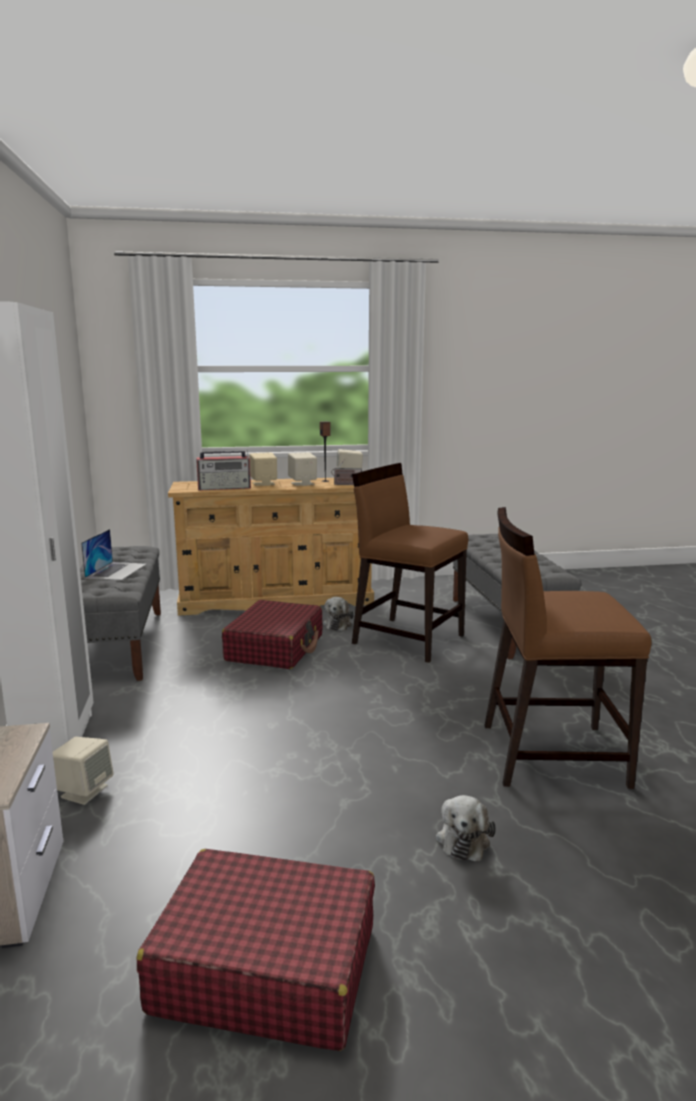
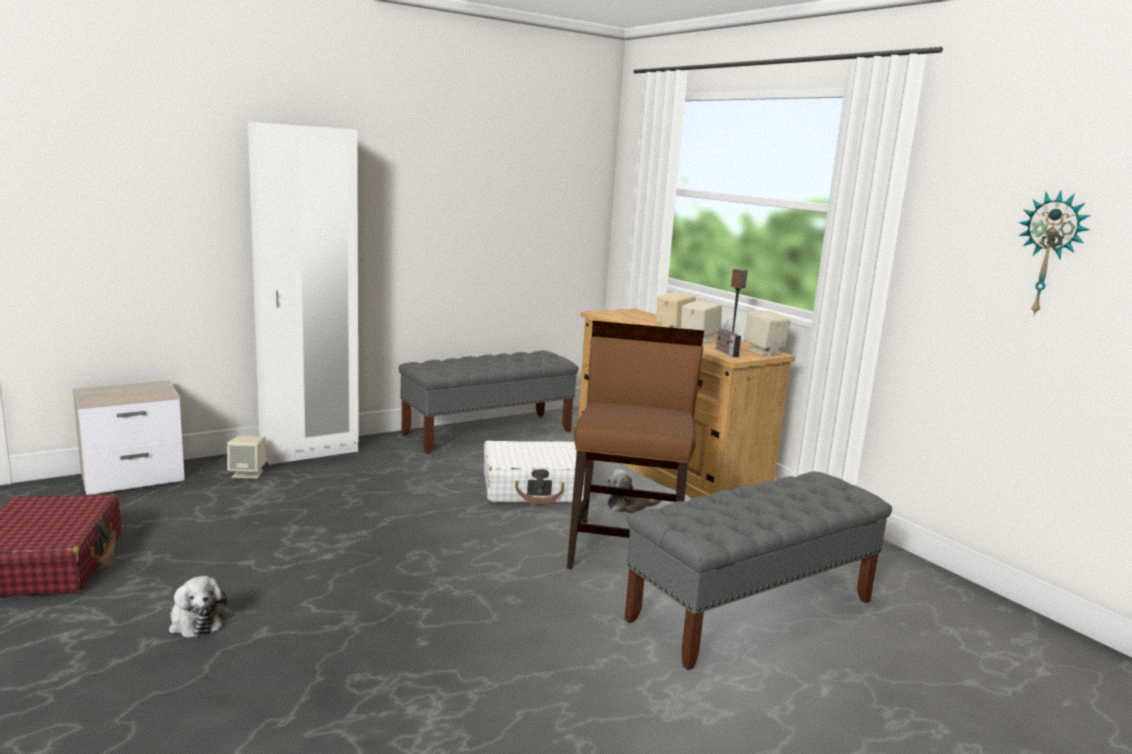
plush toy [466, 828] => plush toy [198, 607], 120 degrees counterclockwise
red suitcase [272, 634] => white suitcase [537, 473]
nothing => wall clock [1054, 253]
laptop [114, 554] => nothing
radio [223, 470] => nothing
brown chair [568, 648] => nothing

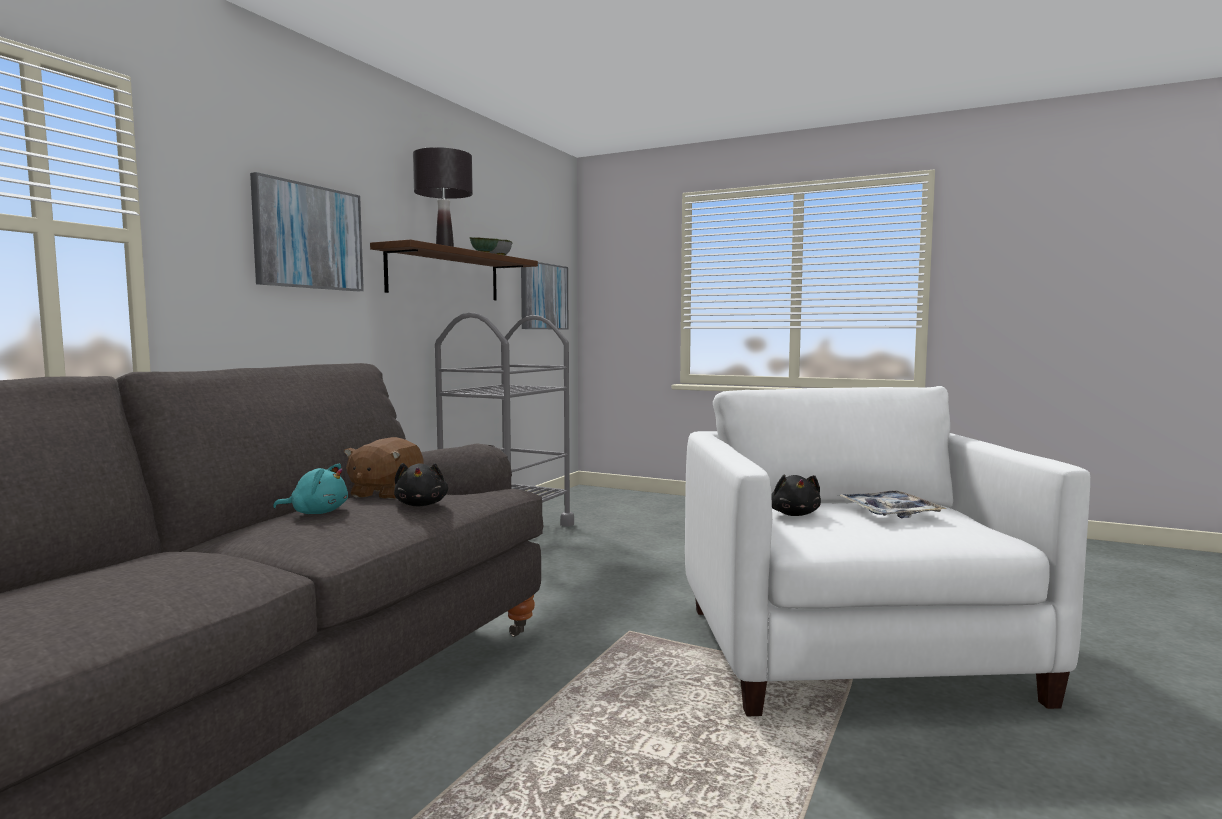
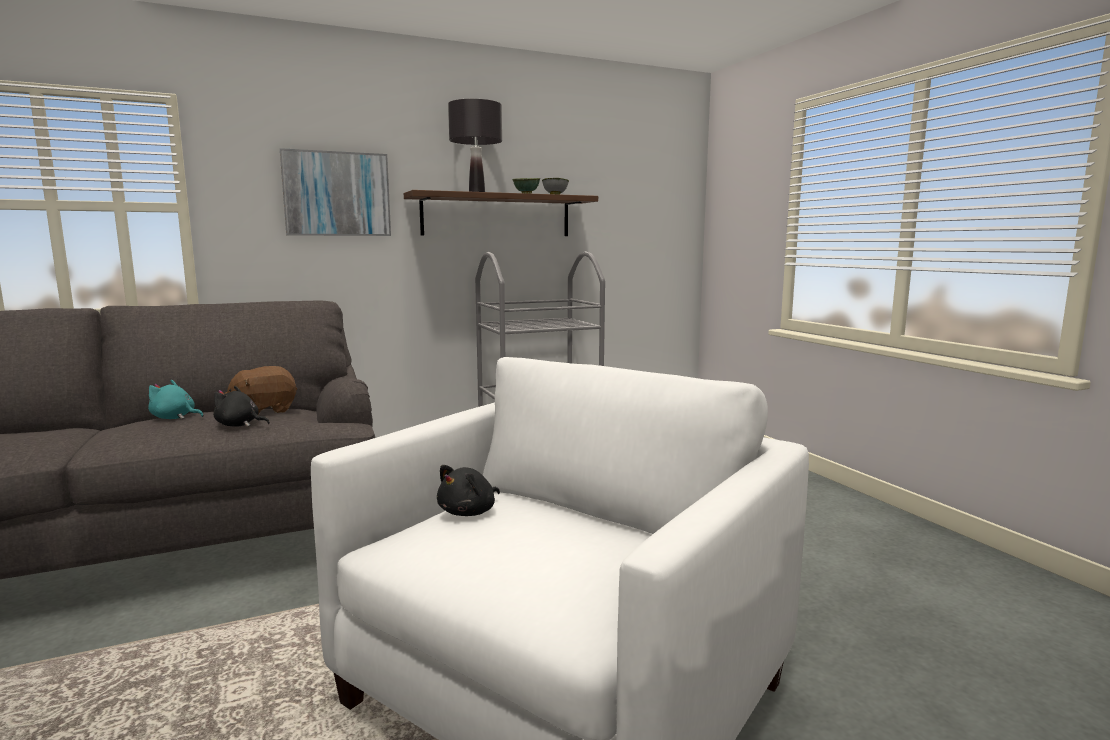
turquoise plush toy [310, 489] => turquoise plush toy [176, 399], 150 degrees clockwise
black plush toy [421, 484] => black plush toy [241, 406], 75 degrees clockwise
picture [544, 296] => nothing
tray [893, 504] => nothing

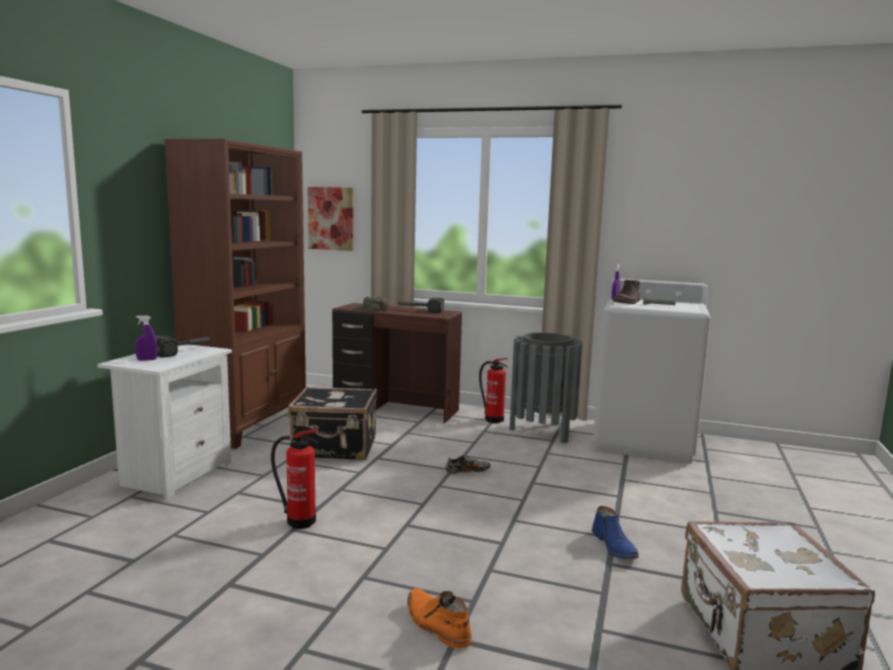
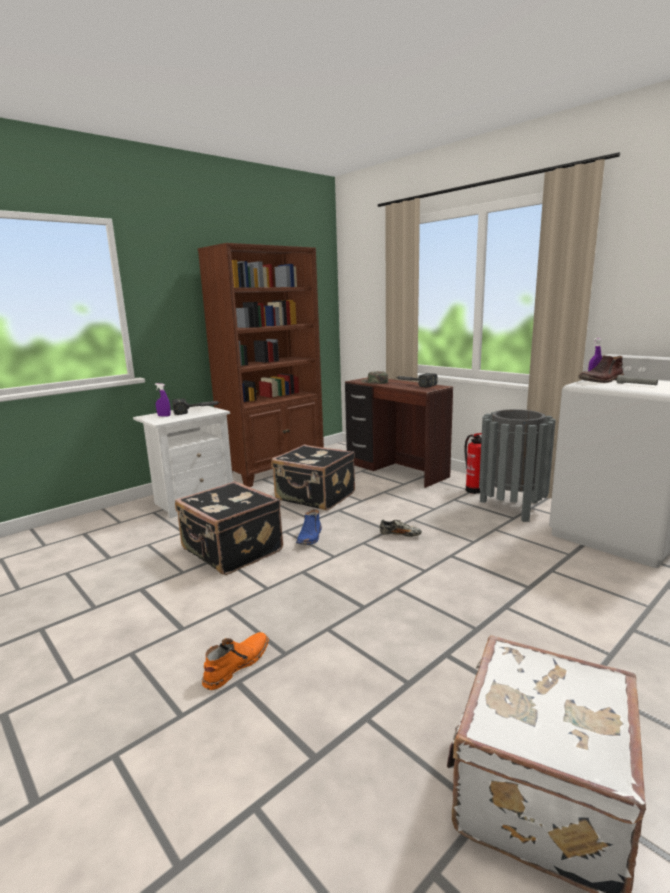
fire extinguisher [294, 479] => black suitcase [229, 528]
orange boot [439, 618] => orange boot [235, 661], 45 degrees clockwise
blue boot [615, 532] => blue boot [309, 527], shifted
picture [331, 219] => nothing

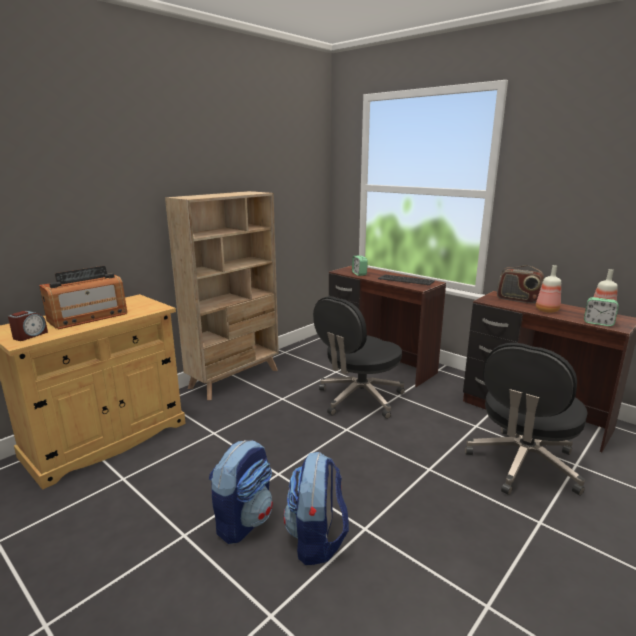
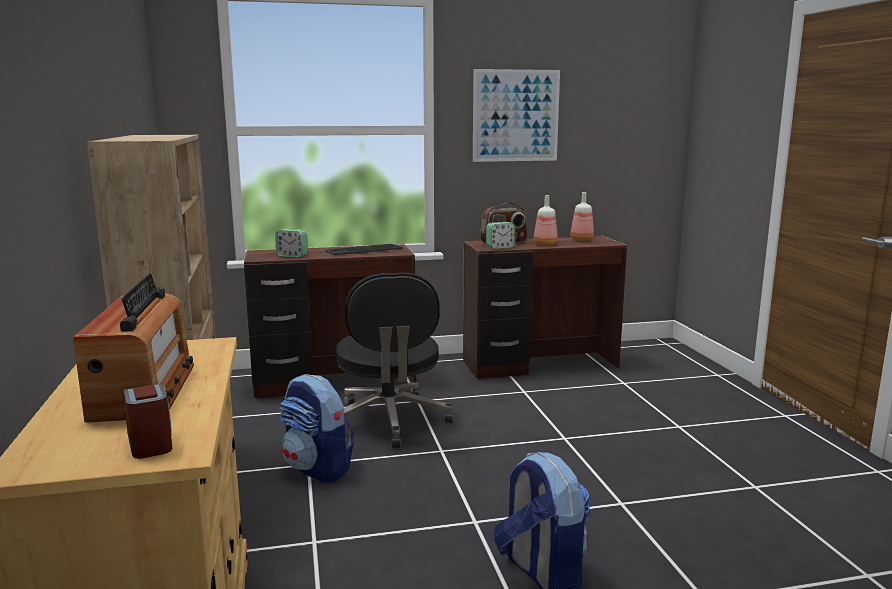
backpack [316, 508] => backpack [316, 428], shifted
nothing => picture [516, 115]
alarm clock [601, 311] => alarm clock [501, 235], shifted
black office chair [526, 419] => nothing

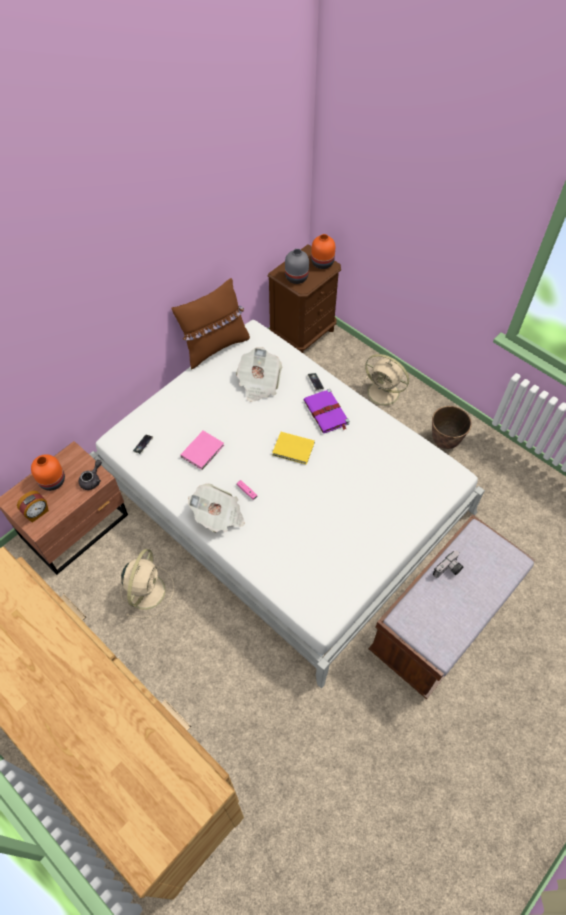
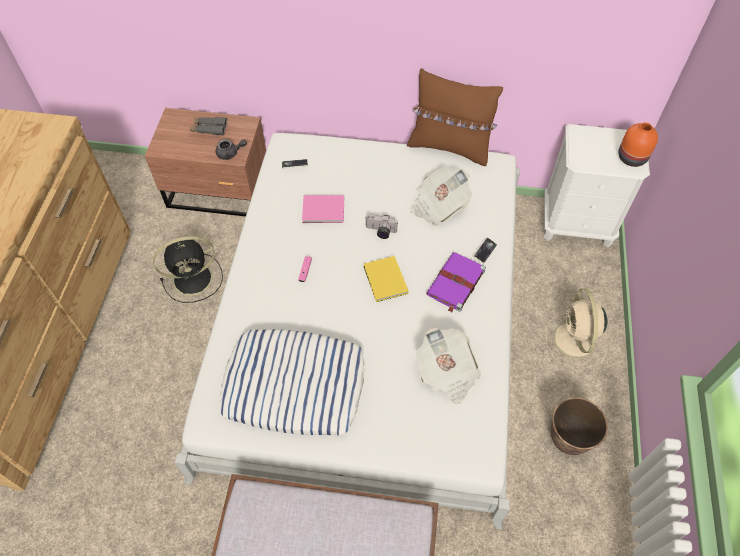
beige fan [147, 583] => black fan [188, 269]
orange vase [48, 472] => grey binoculars [208, 126]
nothing => pillow [292, 382]
photo camera [448, 564] => photo camera [381, 226], shifted
newspaper [216, 508] => newspaper [448, 365], shifted
brown nightstand [304, 298] => white nightstand [597, 186]
alarm clock [33, 507] => nothing
grey vase [297, 266] => nothing

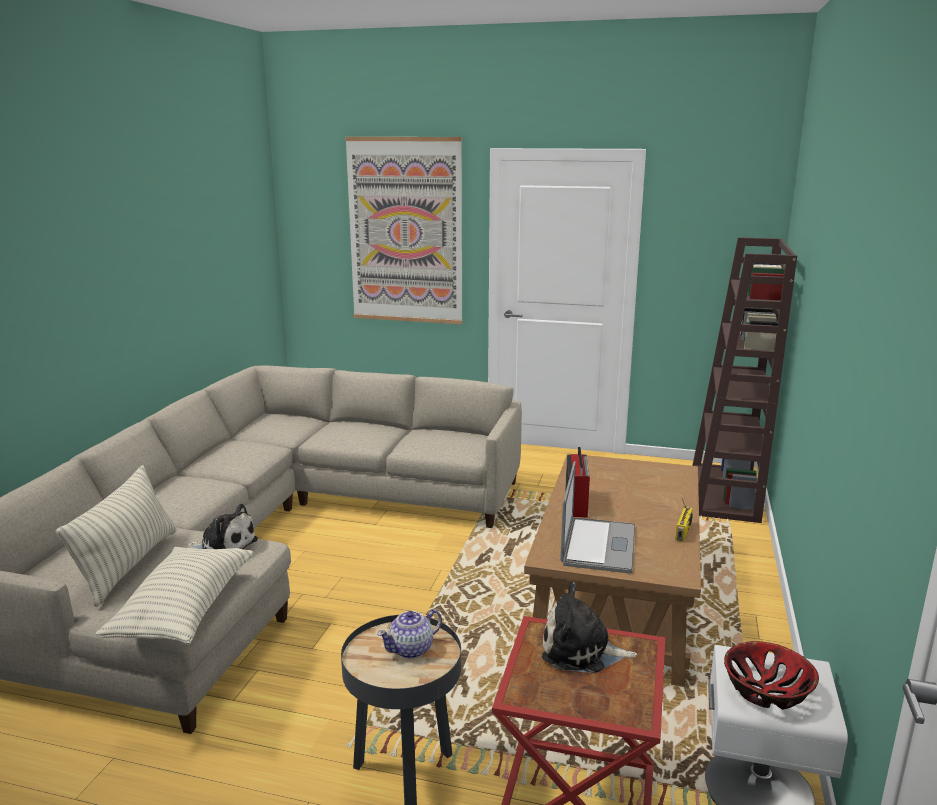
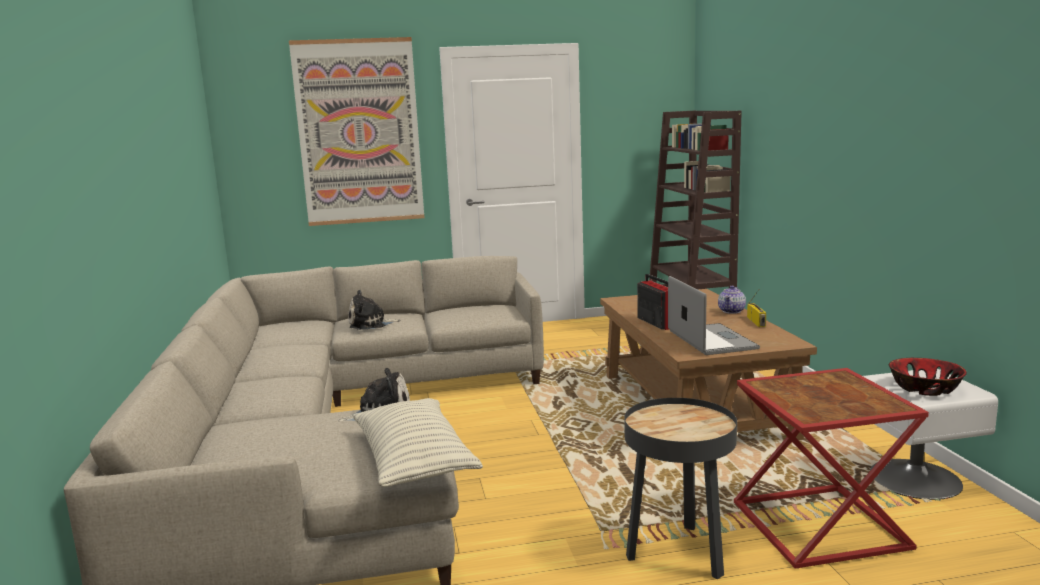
plush toy [589, 627] => plush toy [374, 310], shifted
teapot [409, 634] => teapot [732, 300], shifted
pillow [116, 536] => nothing

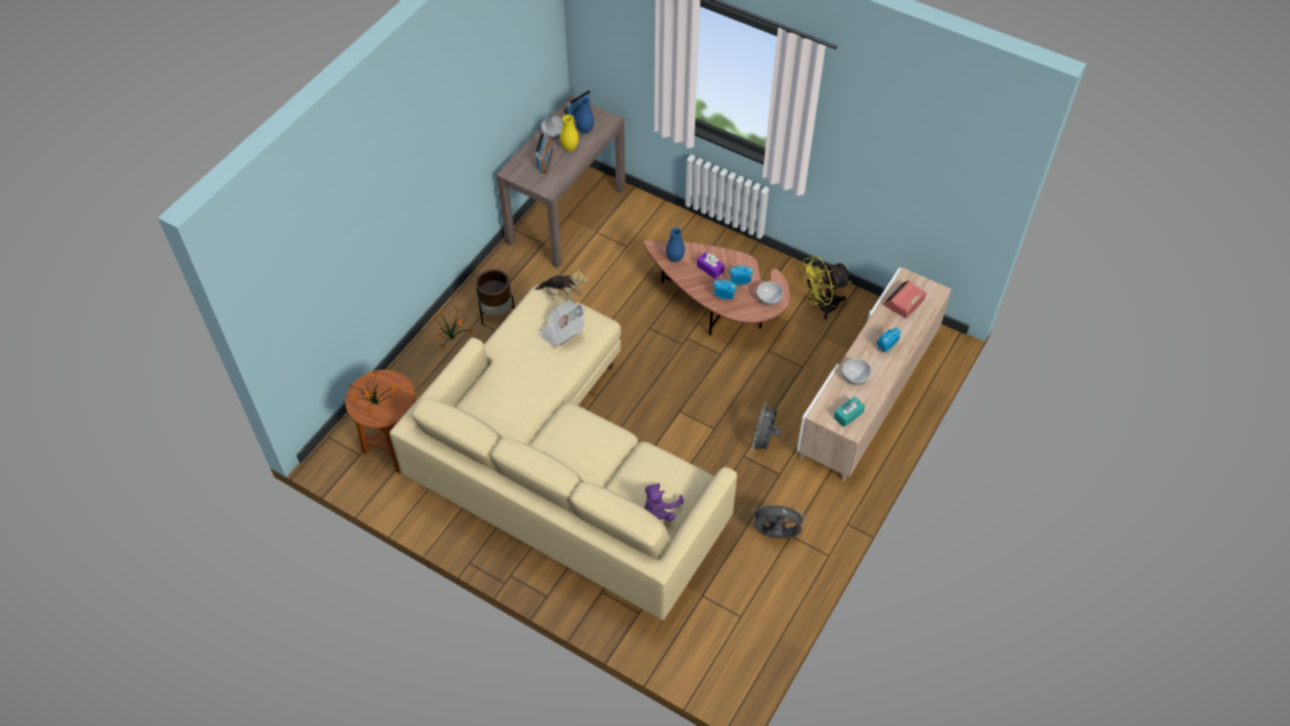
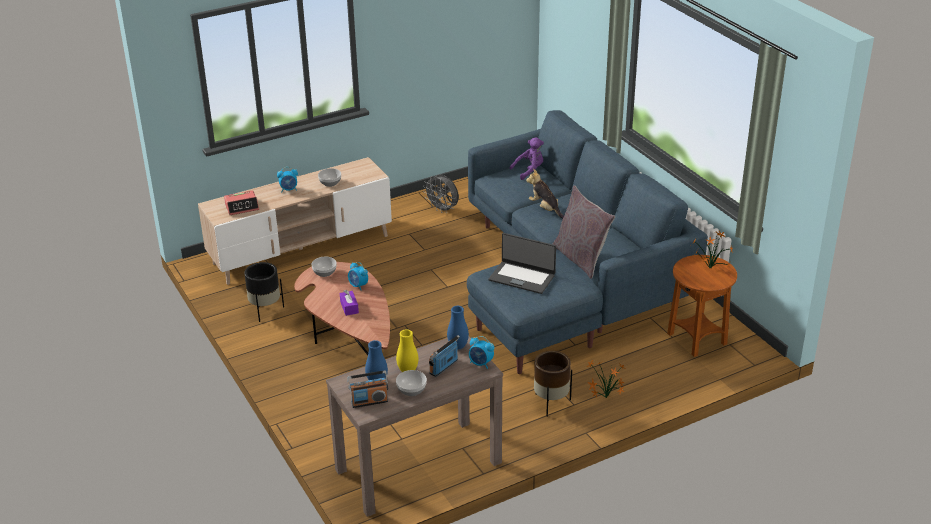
yellow fan [826, 287] => black planter [264, 292]
blue vase [675, 245] => blue vase [458, 327], shifted
beige sofa [563, 452] => blue sofa [587, 242]
alarm clock [741, 275] => alarm clock [481, 352], shifted
newspaper [562, 324] => laptop [522, 263]
plush toy [561, 285] => plush toy [545, 194], shifted
nothing => grey pillow [584, 232]
grey fan [767, 427] => nothing
turquoise tissue box [849, 411] => nothing

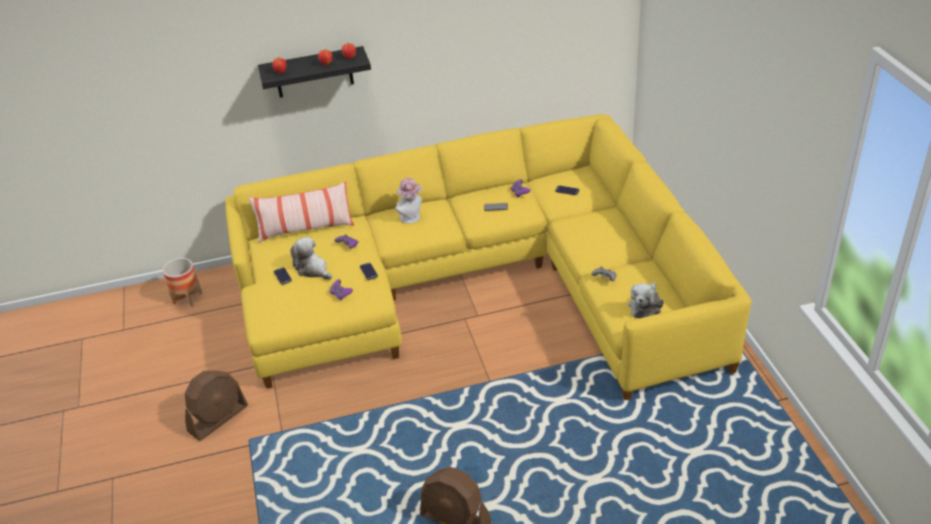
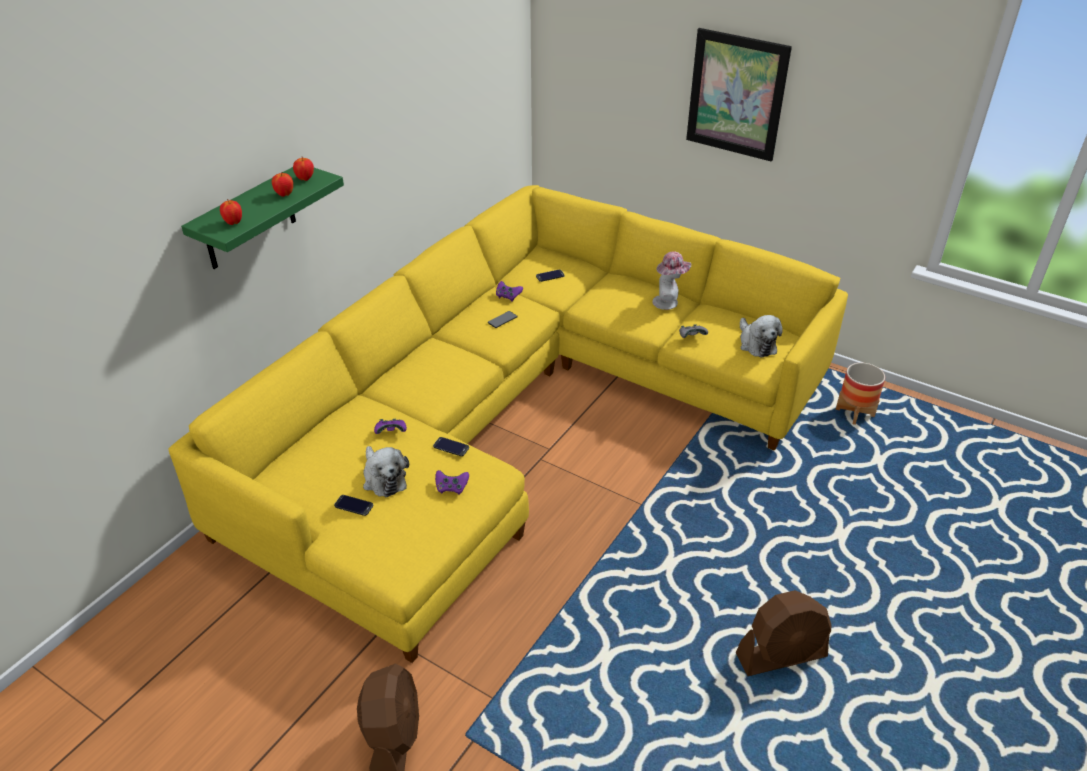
black shelf [314, 72] => green shelf [262, 218]
plush toy [311, 258] => plush toy [386, 471], 120 degrees counterclockwise
hat [408, 201] => hat [671, 280], shifted
nothing => picture [739, 95]
planter [182, 282] => planter [860, 394], shifted
pillow [301, 212] => nothing

